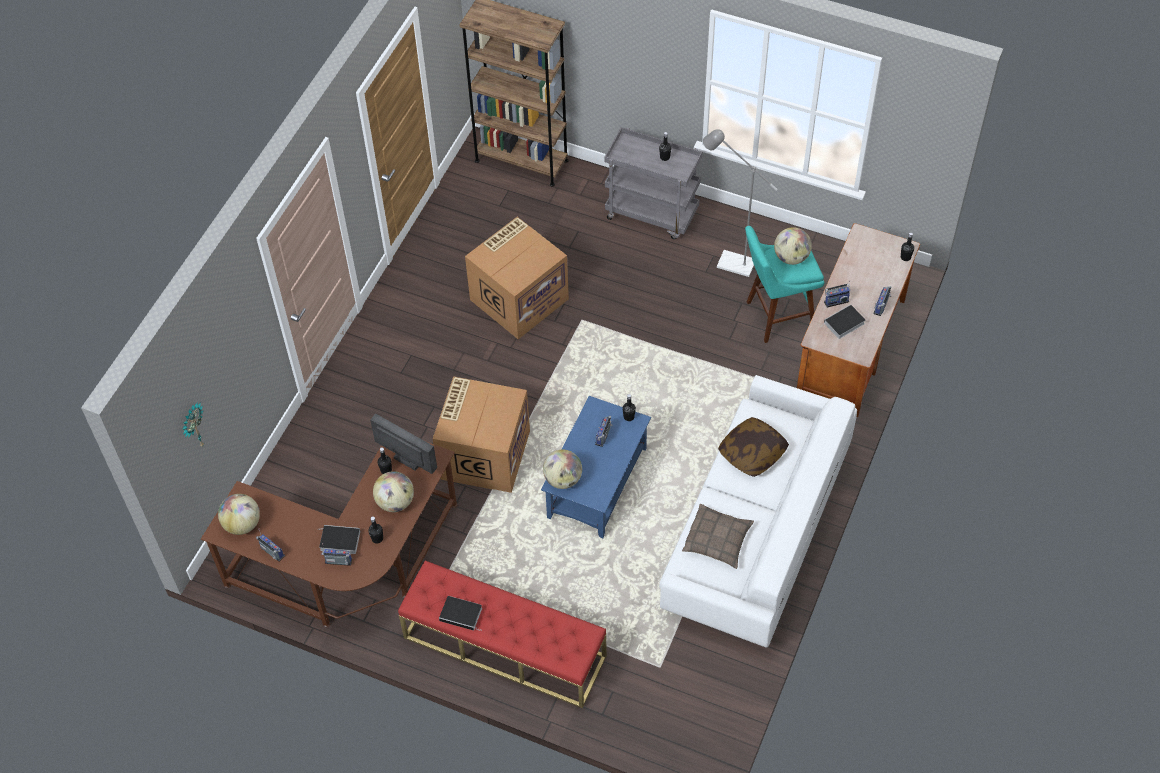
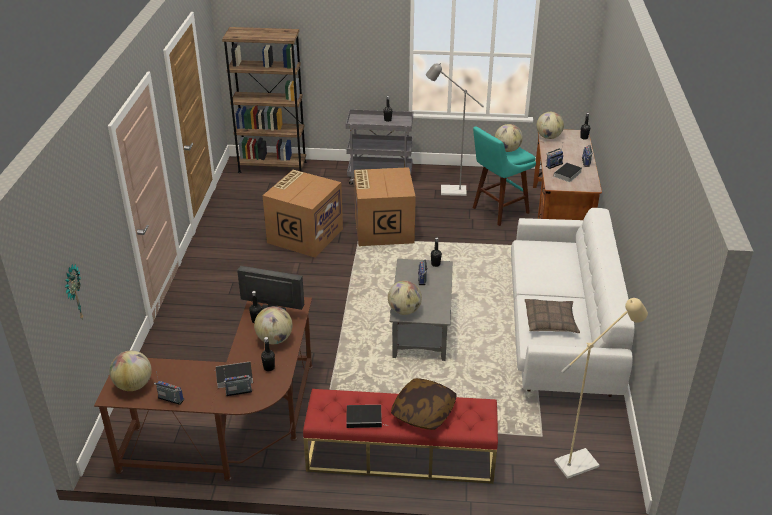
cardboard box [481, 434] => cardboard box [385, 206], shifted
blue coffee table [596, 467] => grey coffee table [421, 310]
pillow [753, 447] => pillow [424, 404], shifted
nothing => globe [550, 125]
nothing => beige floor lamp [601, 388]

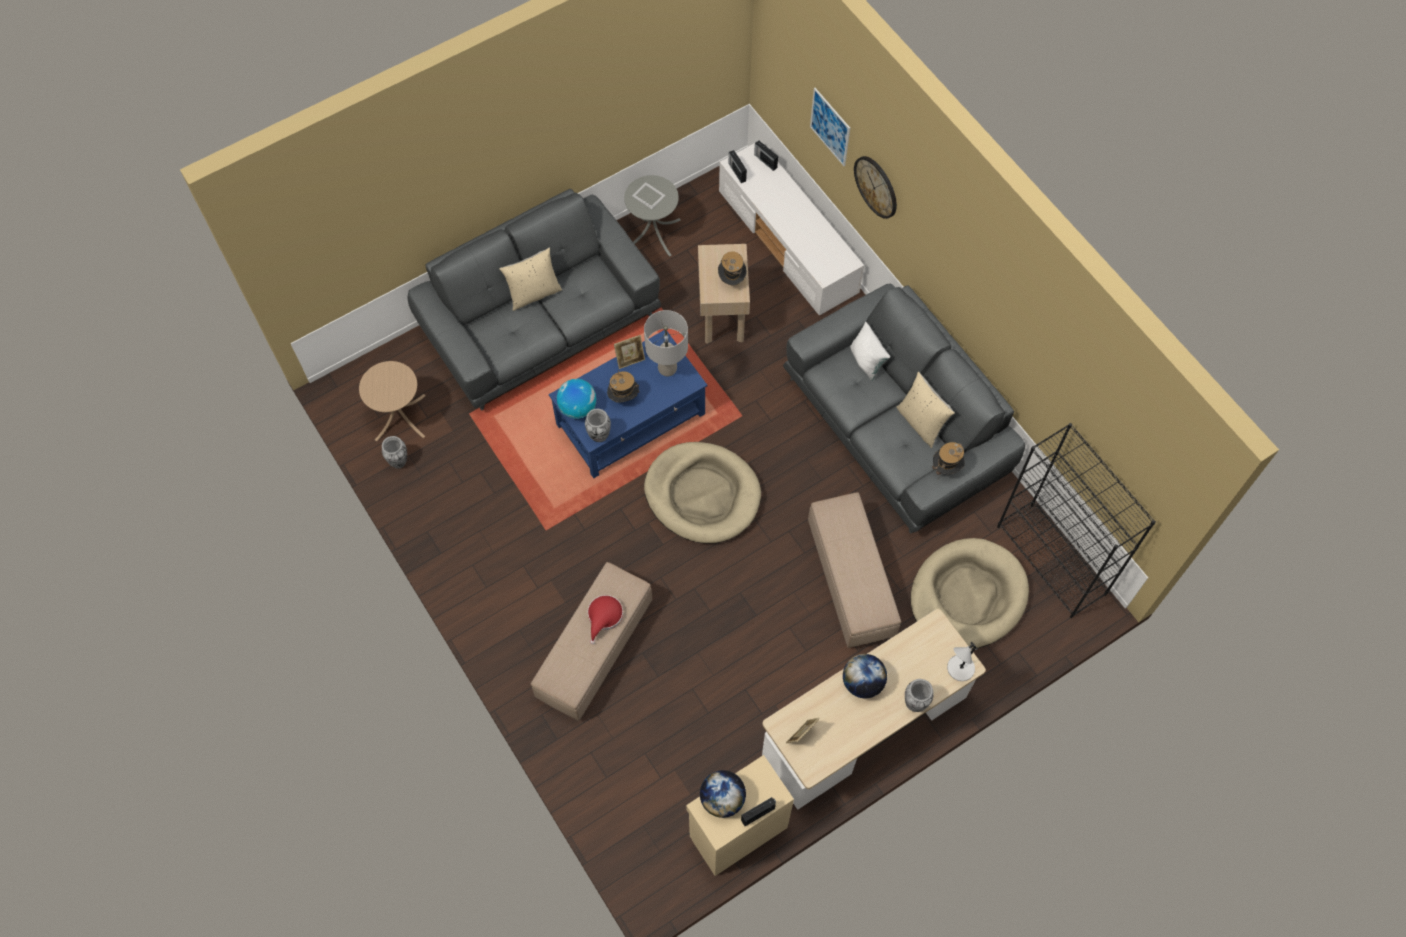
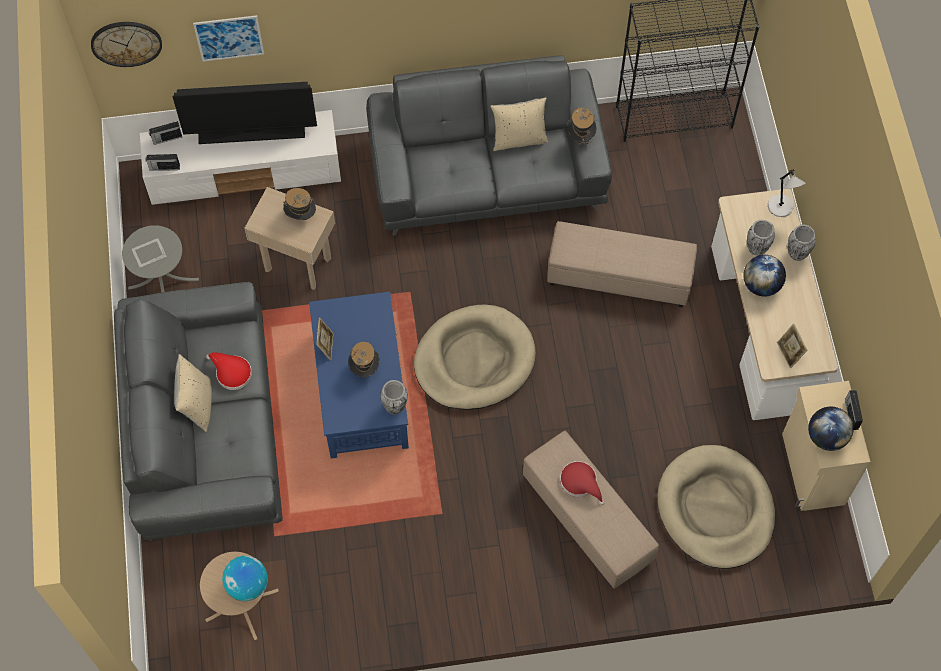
wall clock [875, 187] => wall clock [126, 44], shifted
nothing => television [245, 113]
nothing => red hat [229, 371]
globe [576, 398] => globe [245, 578], shifted
beige dog bed [970, 593] => beige dog bed [716, 507], shifted
vase [394, 452] => vase [761, 238], shifted
grey table lamp [666, 343] => nothing
white pillow [870, 351] => nothing

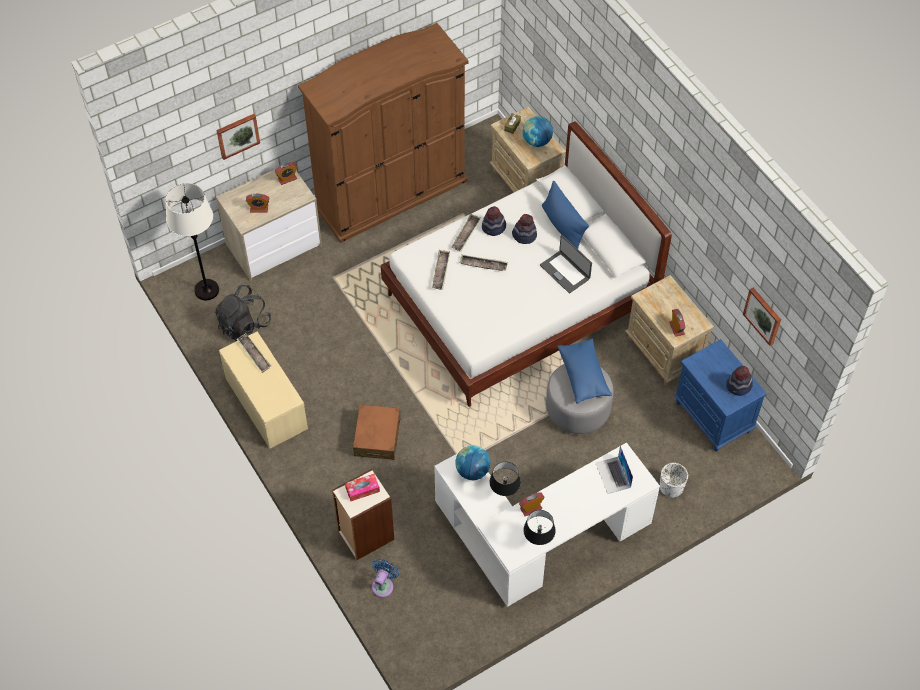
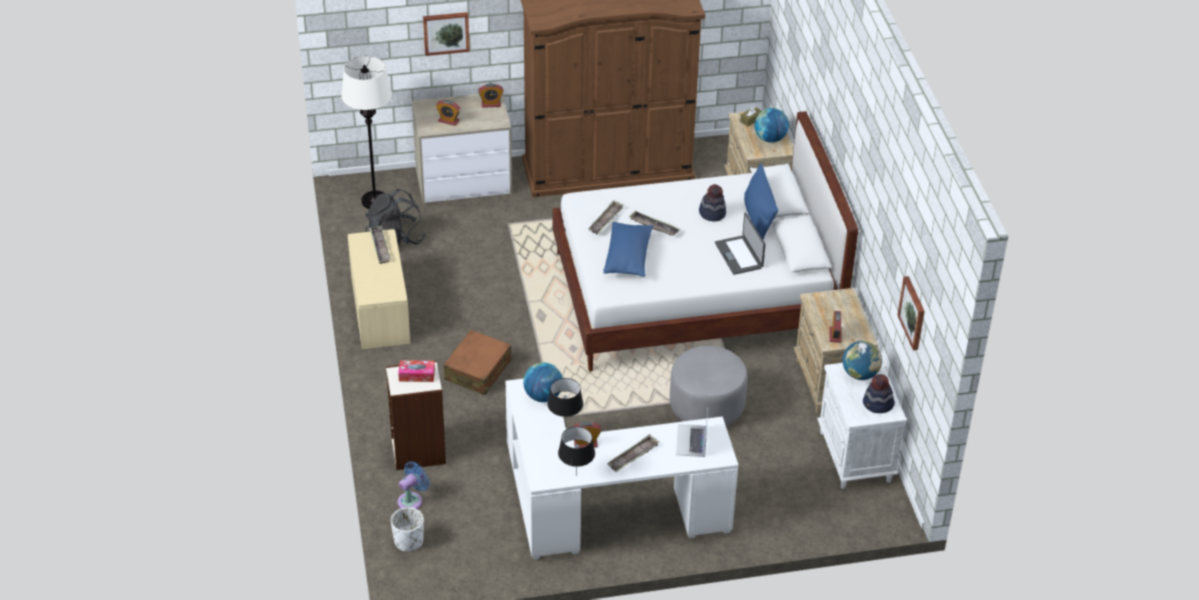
white planter [674, 480] => white planter [407, 529], shifted
blue pillow [585, 371] => blue pillow [628, 249], shifted
tray [466, 232] => tray [633, 453], shifted
blue nightstand [720, 395] => white nightstand [862, 426]
nothing => globe [862, 360]
hat [494, 221] => nothing

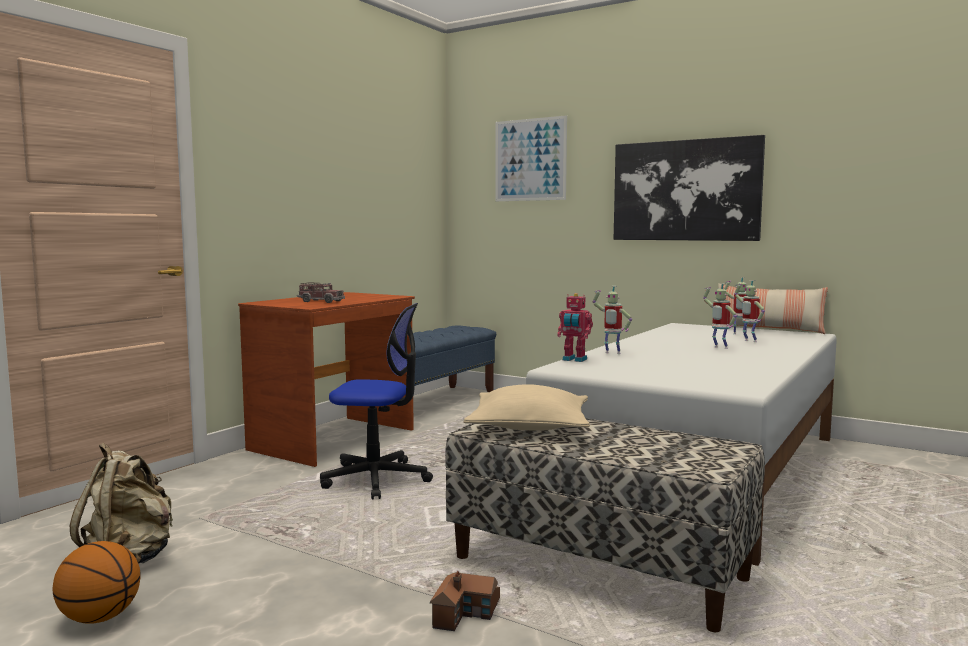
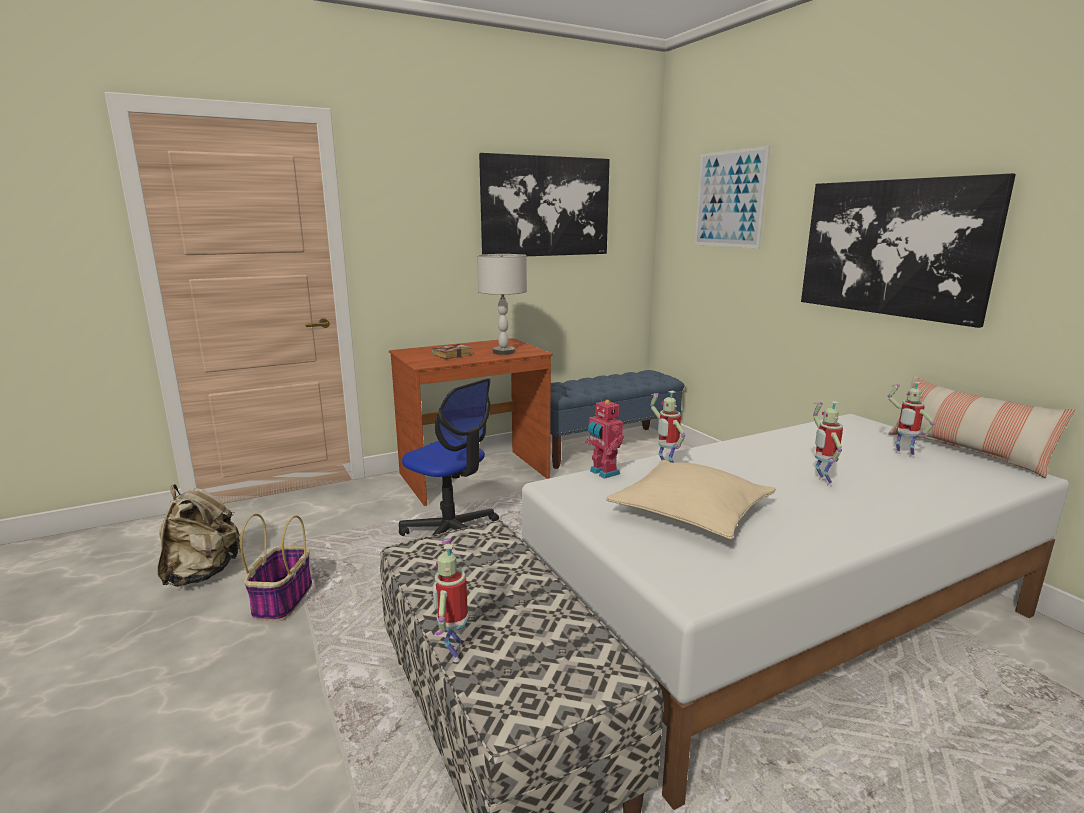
nothing => basket [276, 567]
toy truck [321, 293] => book [452, 351]
toy robot [750, 311] => toy robot [450, 600], shifted
nothing => grey table lamp [502, 304]
nothing => picture [544, 204]
beige pillow [527, 407] => beige pillow [691, 500], shifted
basketball [97, 582] => nothing
toy house [465, 601] => nothing

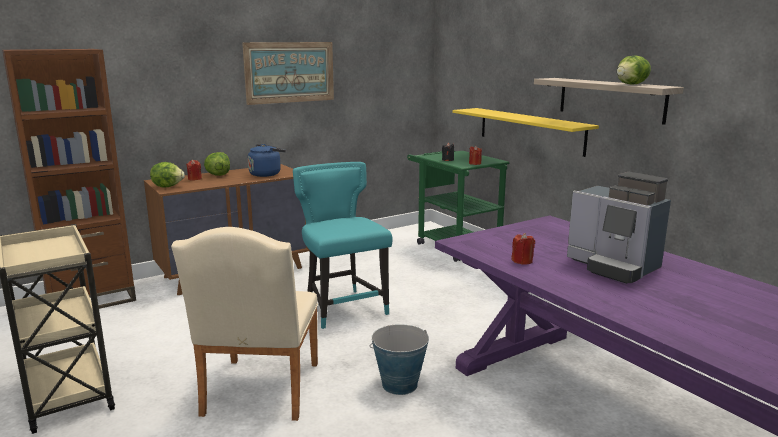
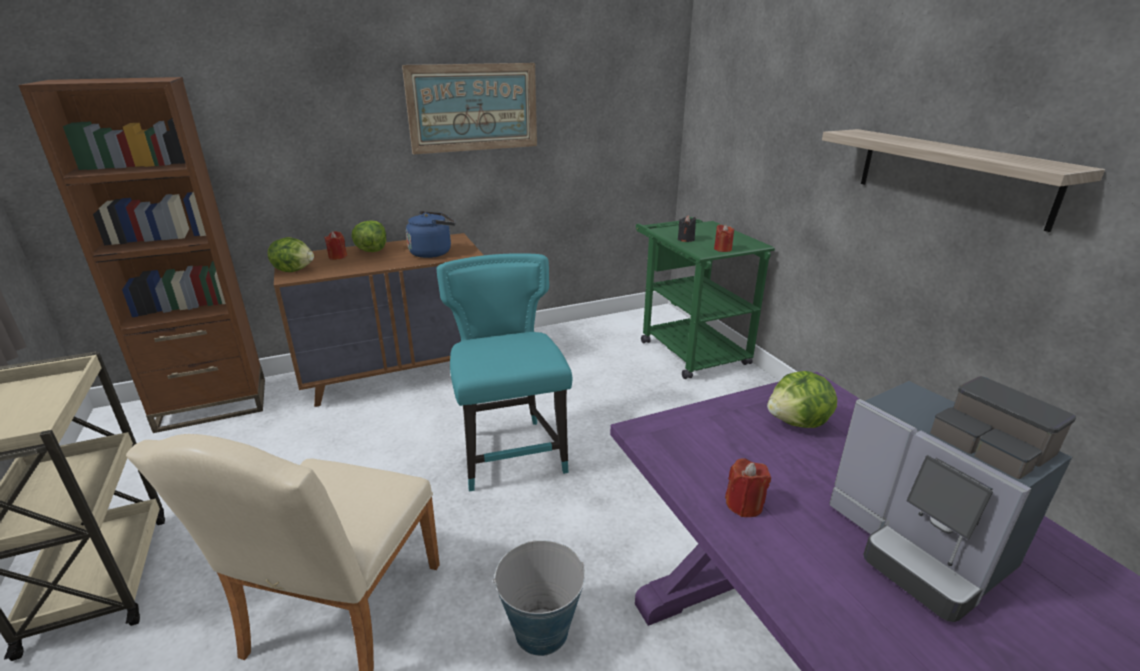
lettuce [634, 70] => lettuce [802, 399], shifted
yellow shelf [525, 132] => nothing

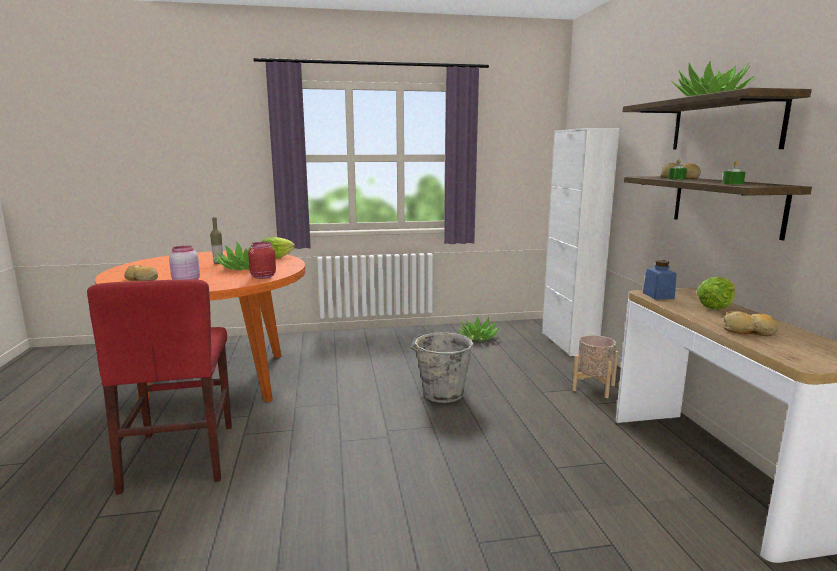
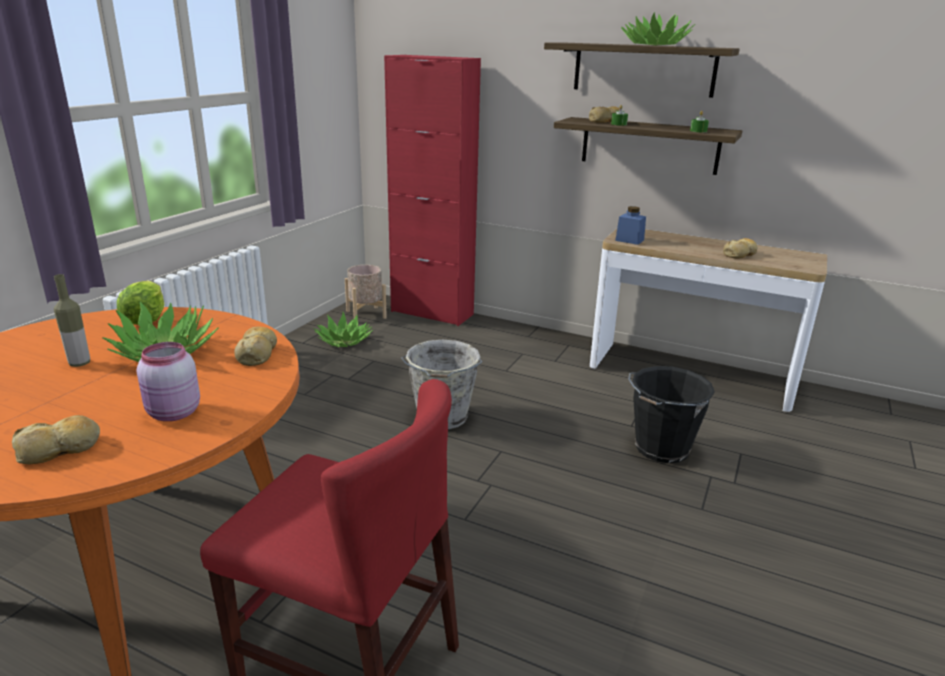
red jar [262, 260] => bread [255, 346]
beige planter [595, 366] => beige planter [366, 292], shifted
white cabinet [581, 242] => red cabinet [432, 190]
nothing => black bucket [671, 414]
lettuce [716, 293] => nothing

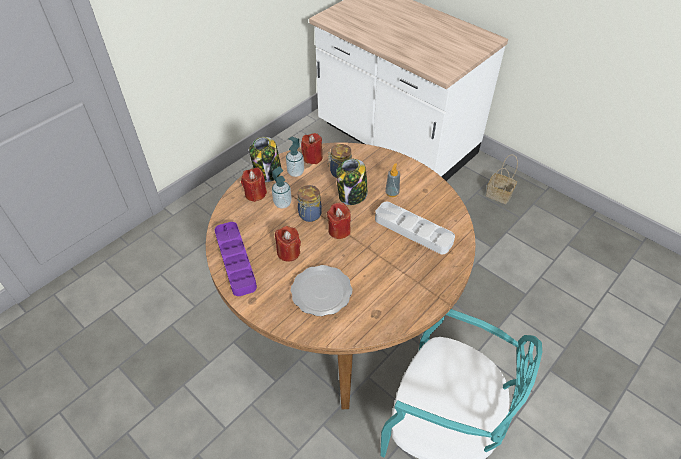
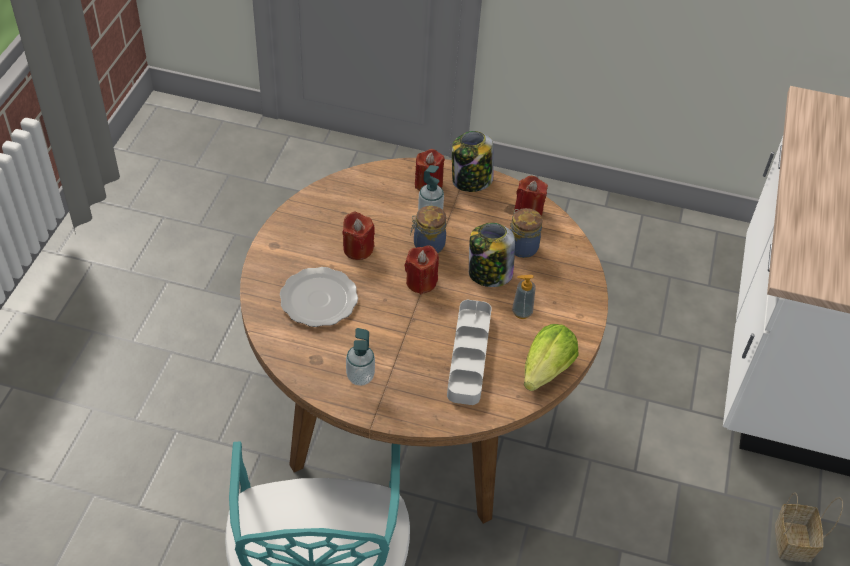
soap dispenser [295, 157] => soap dispenser [360, 357], shifted
nothing => lettuce [551, 357]
purple tray [236, 259] => nothing

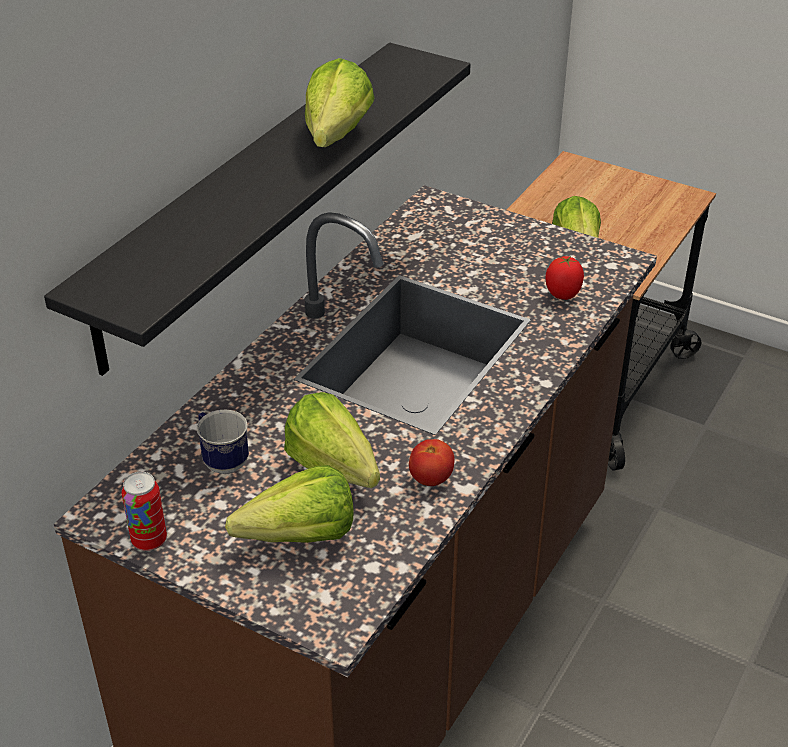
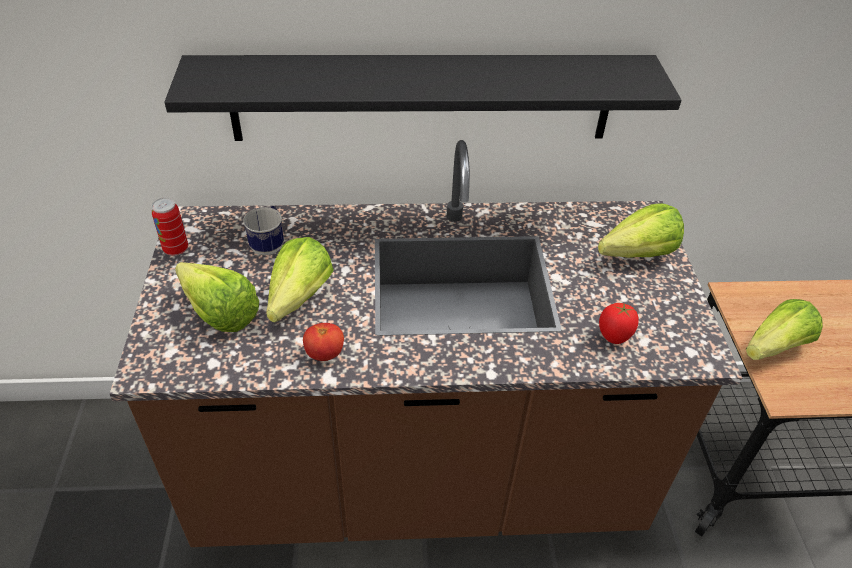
lettuce [340, 102] => lettuce [641, 231], shifted

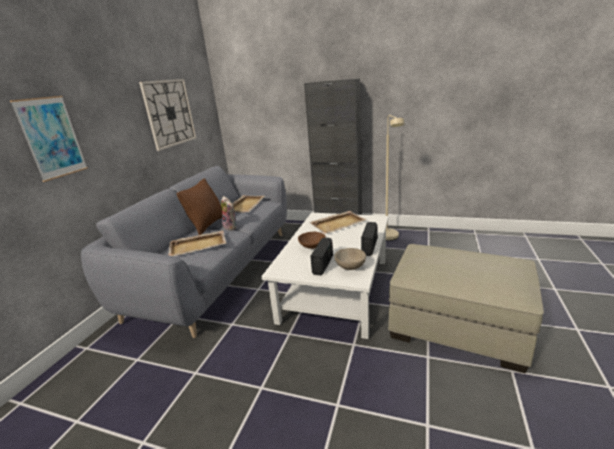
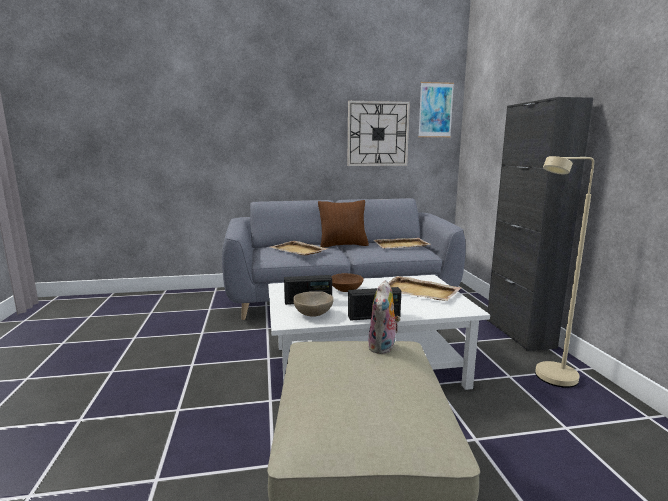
plush toy [228, 213] => plush toy [384, 317], shifted
picture [49, 139] => picture [436, 109], shifted

